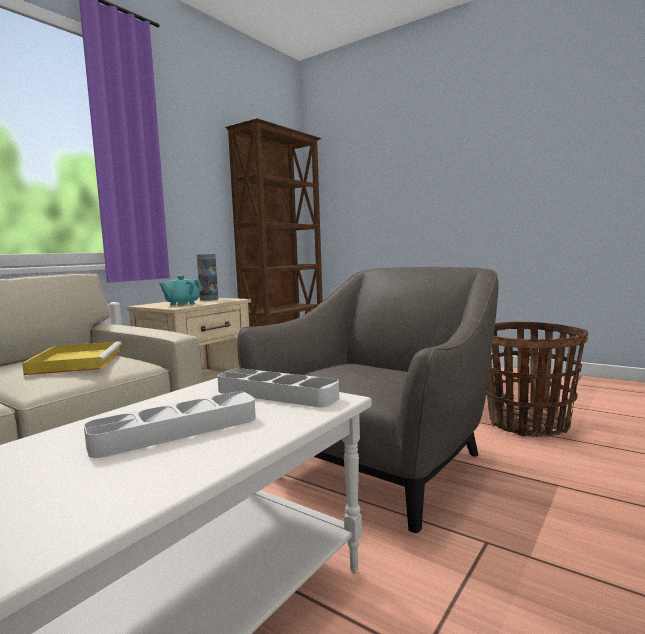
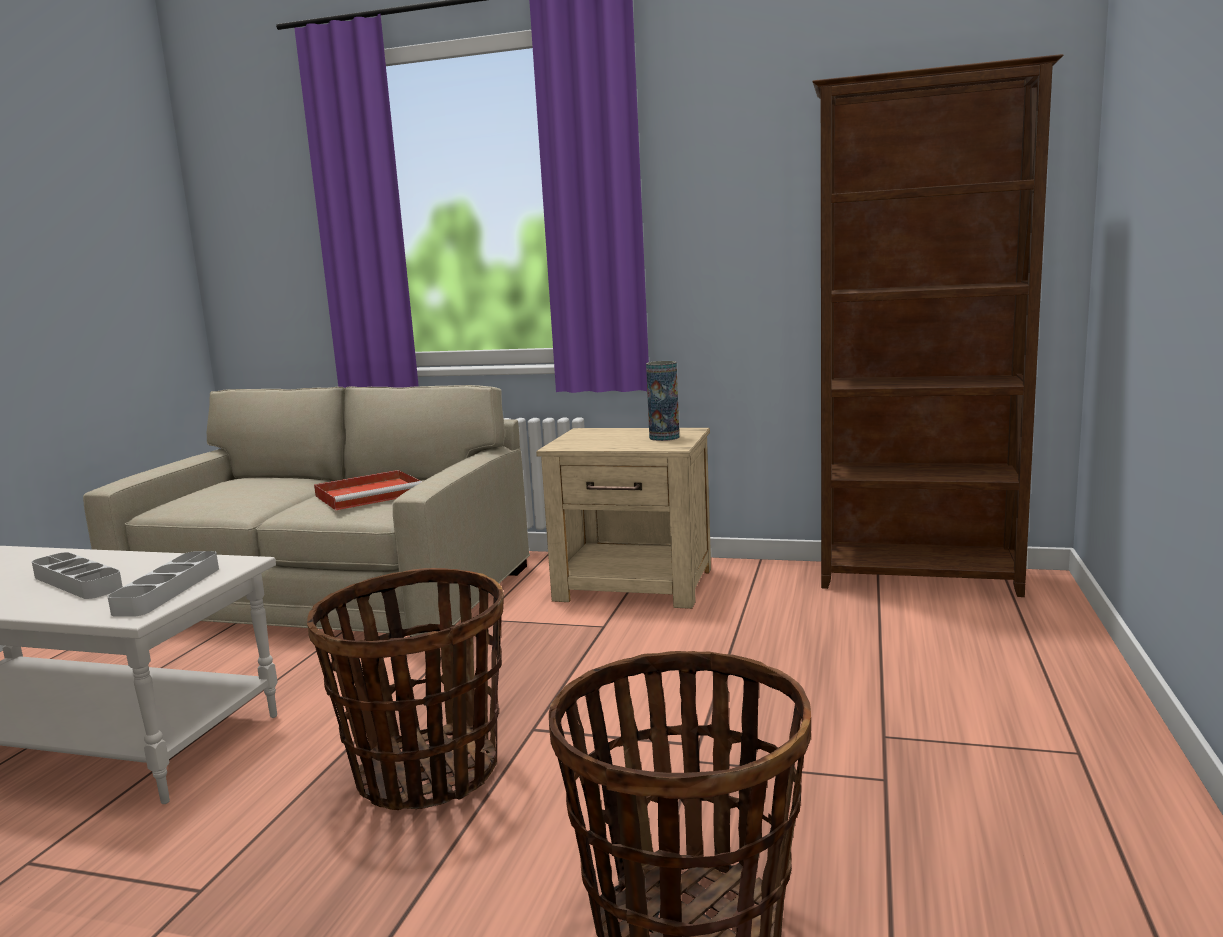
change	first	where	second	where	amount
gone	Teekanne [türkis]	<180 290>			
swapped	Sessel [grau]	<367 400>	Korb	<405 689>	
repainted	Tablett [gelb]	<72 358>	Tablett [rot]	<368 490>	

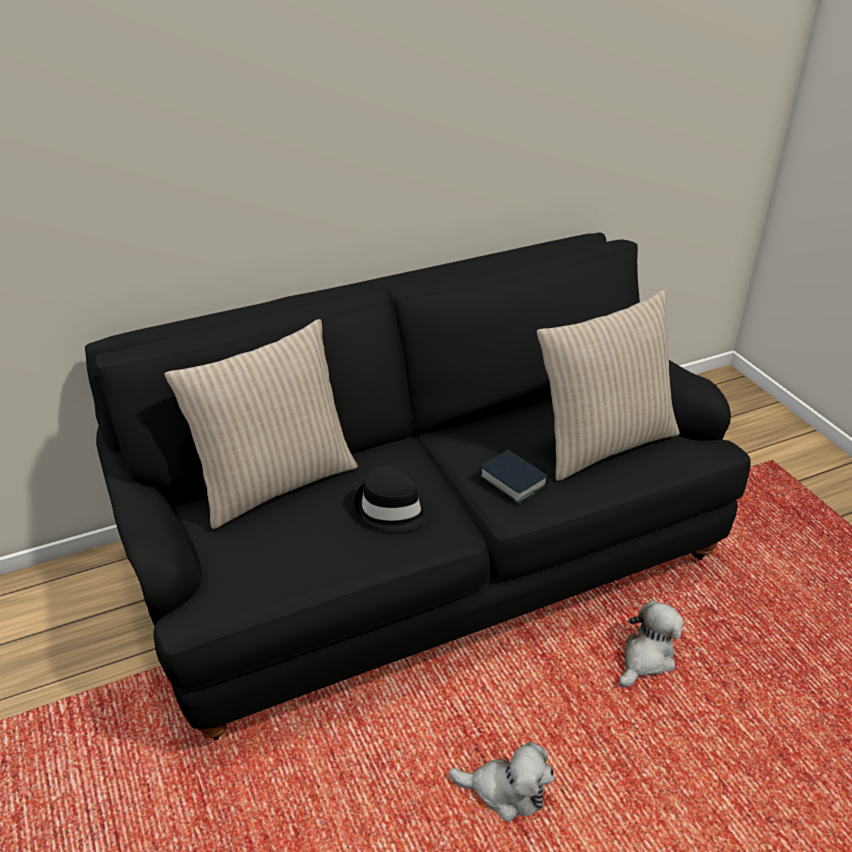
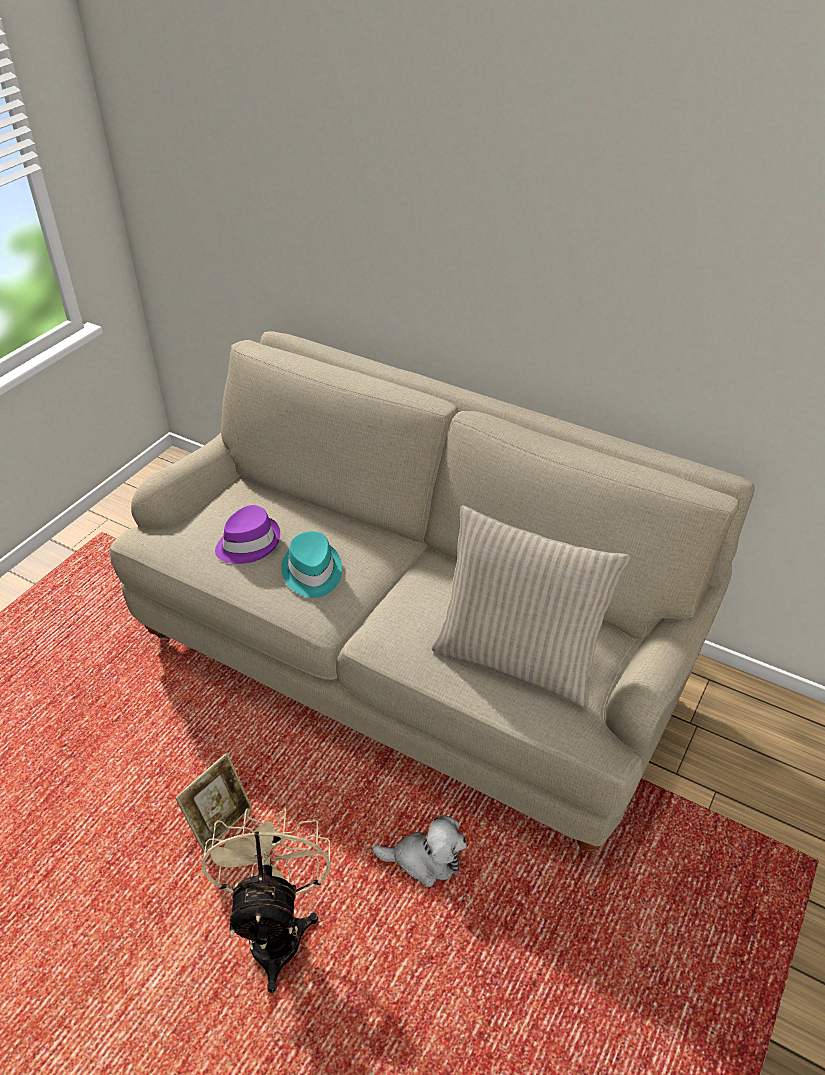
change	first	where	second	where	amount
gone	Kissen [beige]	<261 424>			
gone	Buch	<514 477>			
new			Ventilator [beige]	<266 900>	
new			Hut [lila]	<247 534>	
swapped	Plüschtier	<501 781>	Bilderrahmen	<213 802>	
repainted	Sofa [schwarz]	<418 486>	Sofa [beige]	<432 591>	
repainted	Hut [schwarz]	<392 498>	Hut [türkis]	<311 564>	

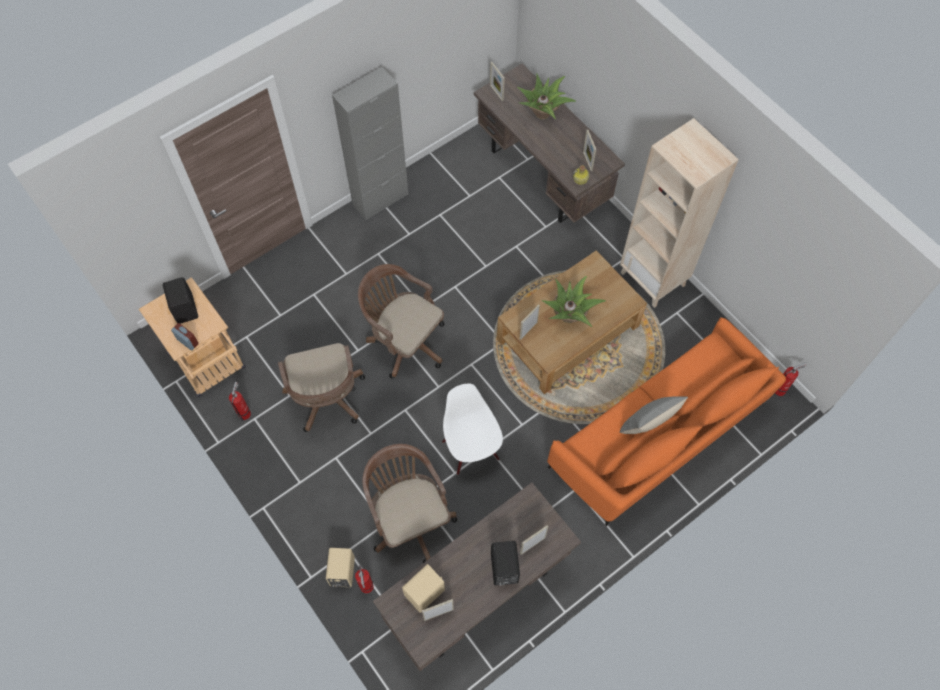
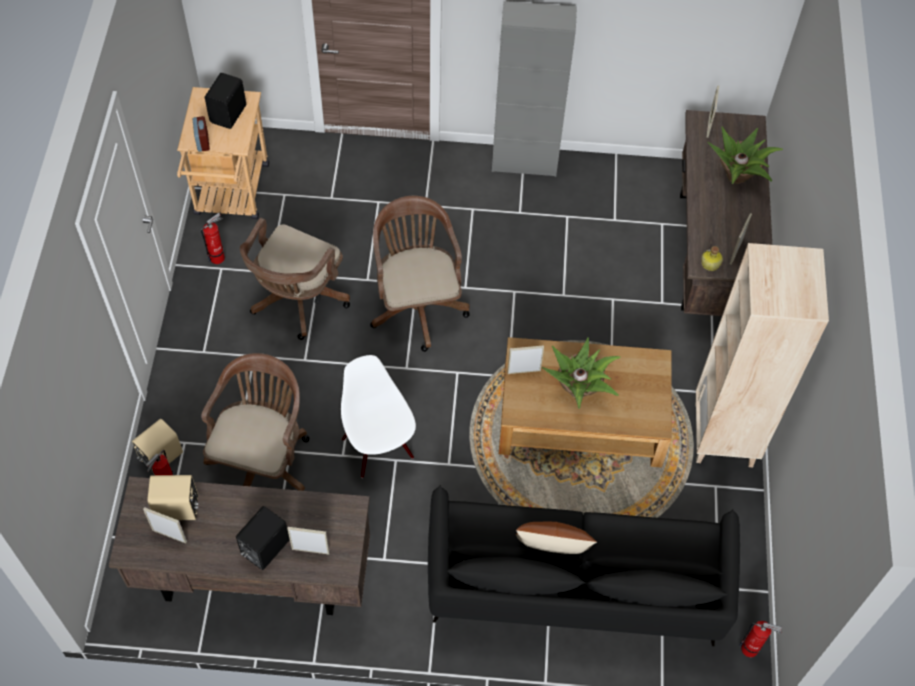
change	first	where	second	where	amount
repainted	Sofa [orange]	<666 421>	Sofa [schwarz]	<584 565>	
repainted	Kissen [grau]	<654 415>	Kissen [braun]	<556 538>	
rotated	Stuhl [weiß]	<472 429>		<378 416>	45 degrees counterclockwise

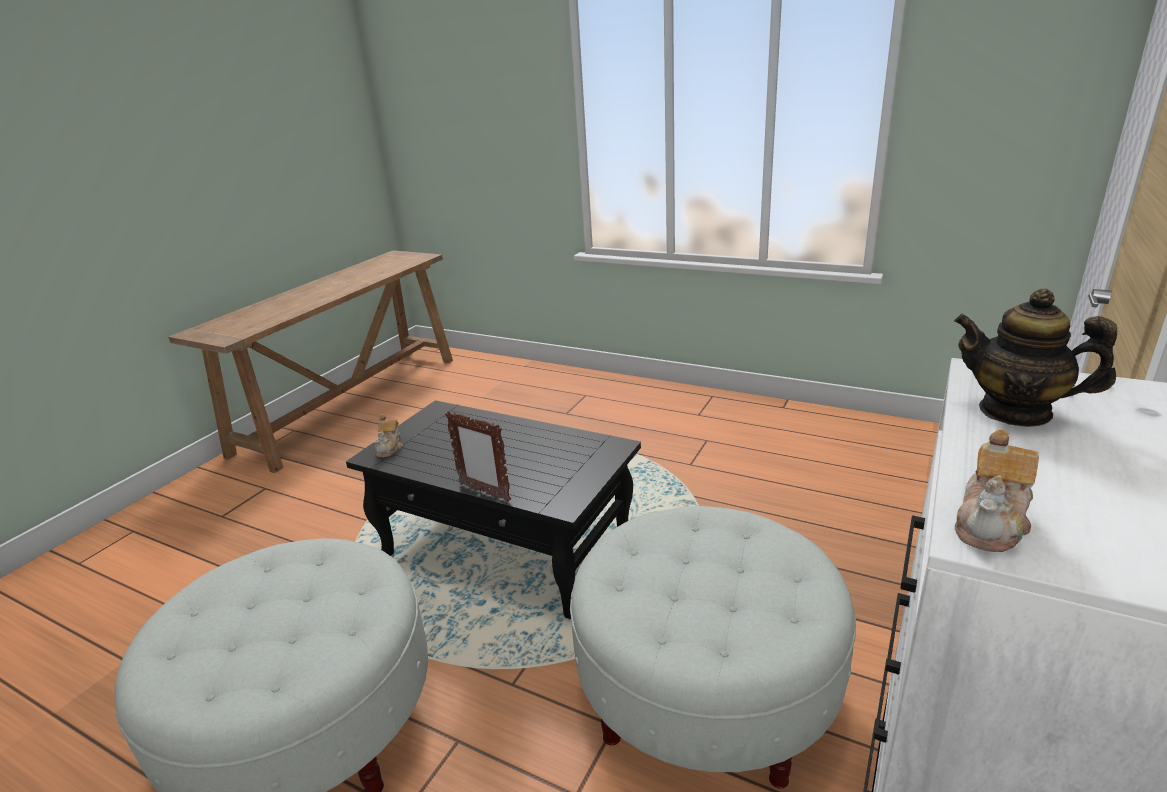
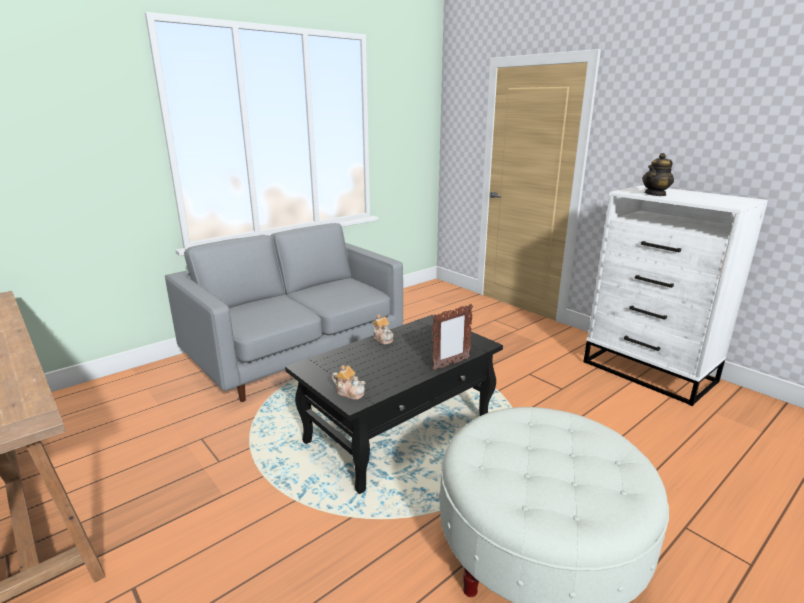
change	first	where	second	where	amount
gone	Polsterhocker [weiß]	<713 647>			
new			Sofa [grau]	<284 312>	
shifted	Teekanne	<997 491>		<383 329>	

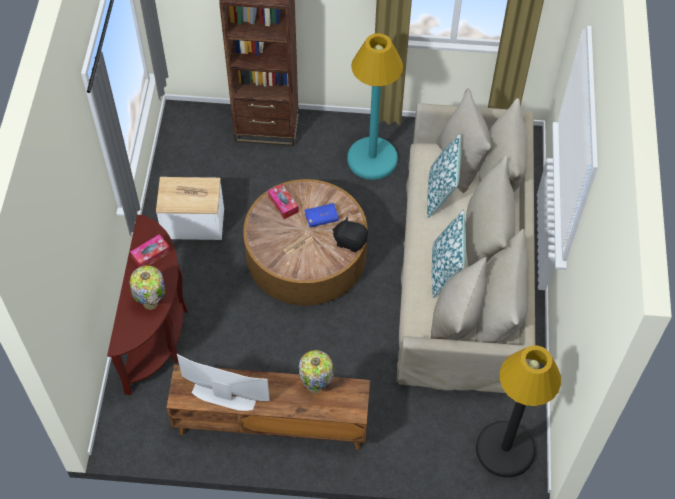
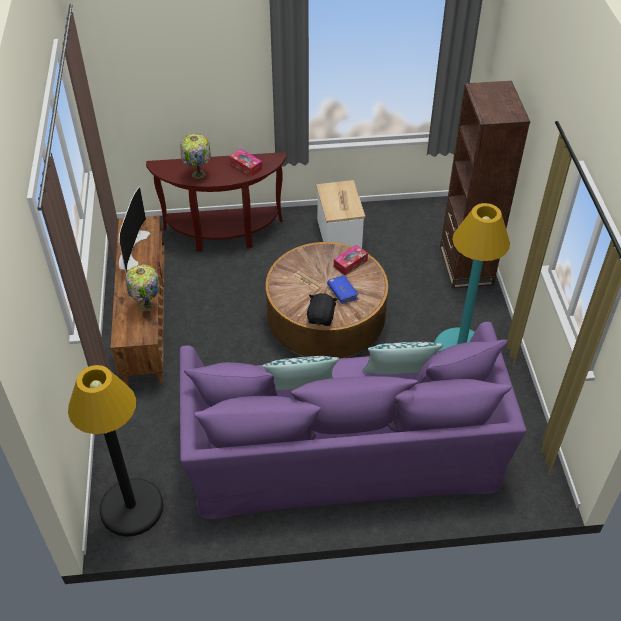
change	first	where	second	where	amount
repainted	Sofa [beige]	<465 240>	Sofa [lila]	<353 420>	

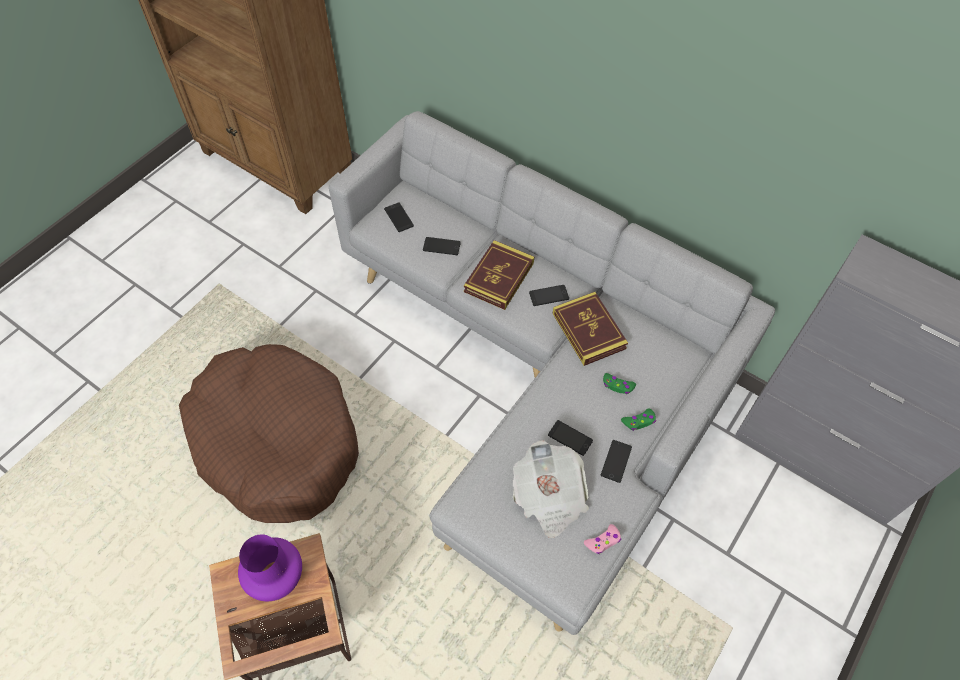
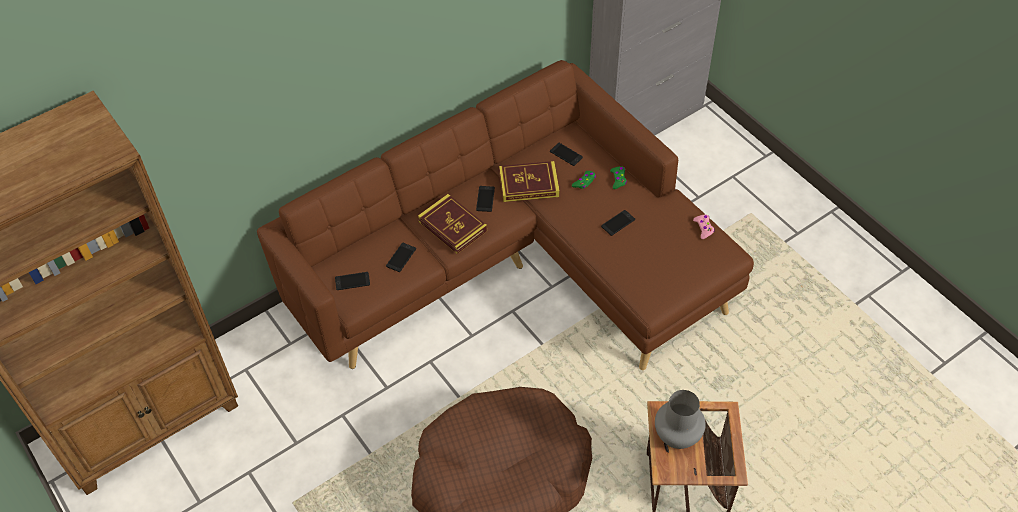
change	first	where	second	where	amount
gone	Zeitung	<551 489>			
shifted	Handy	<616 461>		<566 154>	
repainted	Vase [lila]	<270 567>	Vase [grau]	<680 419>	
repainted	Sofa [grau]	<552 373>	Sofa [braun]	<505 215>	

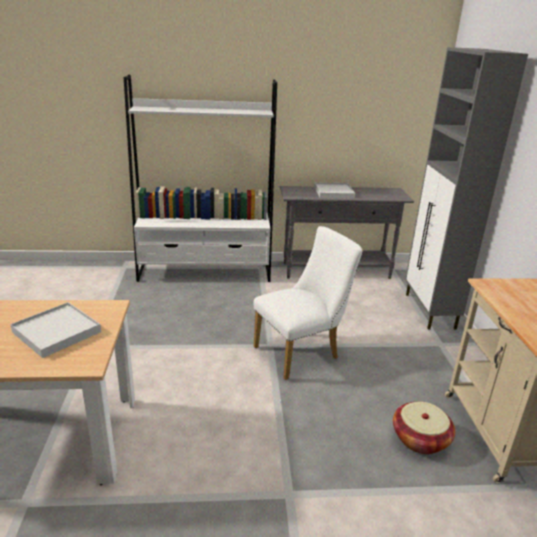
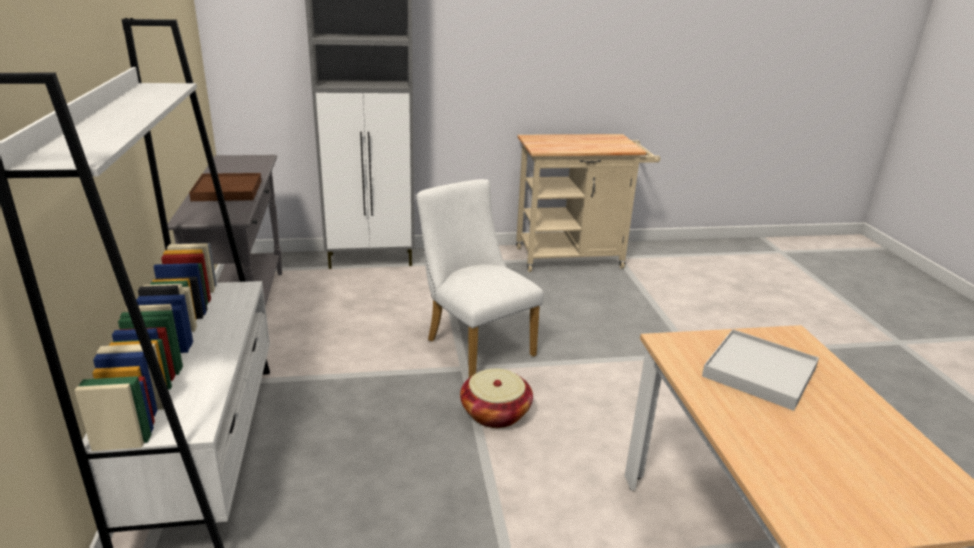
change	first	where	second	where	amount
shifted	Korb	<424 428>		<496 398>	
repainted	Tablett [weiß]	<334 190>	Tablett [braun]	<225 187>	

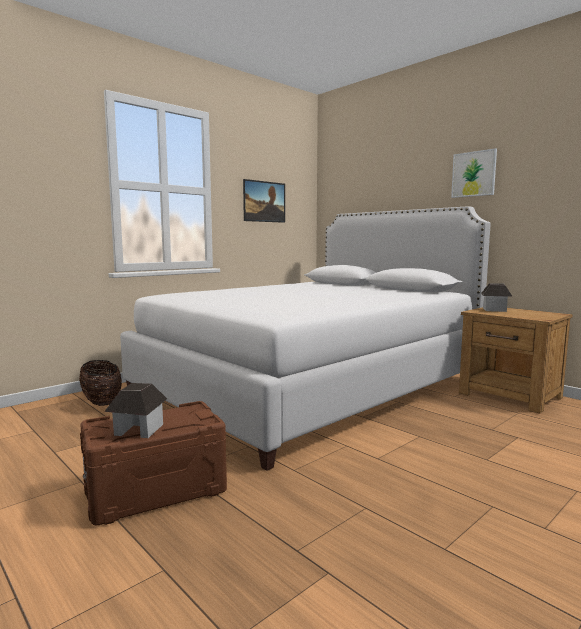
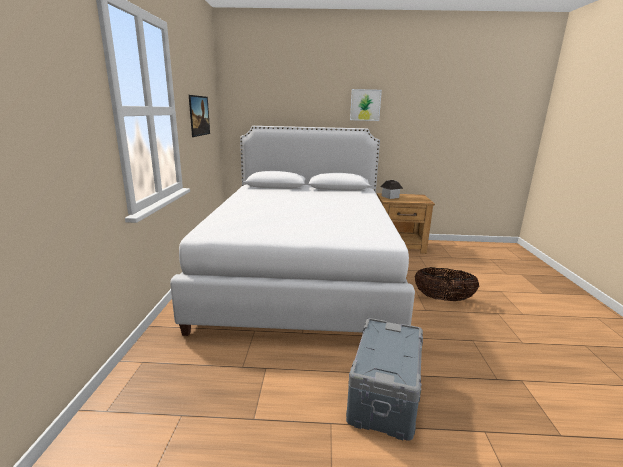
change	first	where	second	where	amount
gone	Spielzeughaus	<135 410>			
shifted	Korb	<100 383>		<447 284>	
repainted	Aufbewahrungsbox [braun]	<153 463>	Aufbewahrungsbox [grau]	<384 379>	

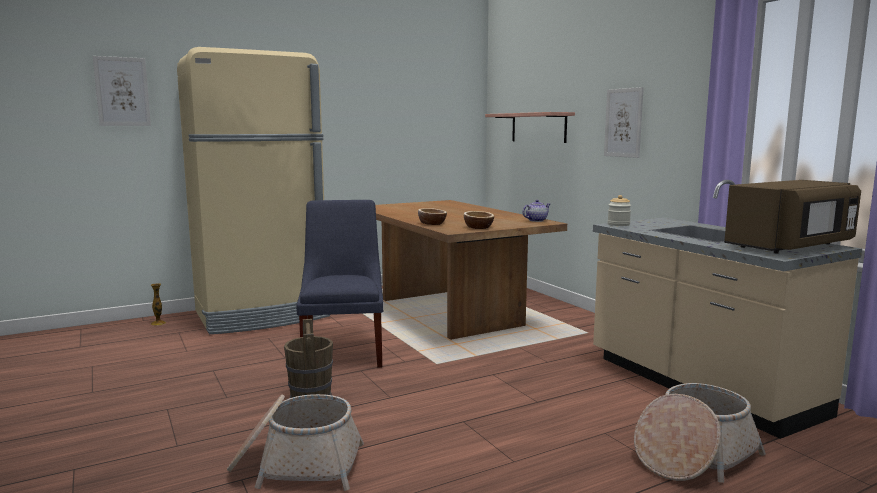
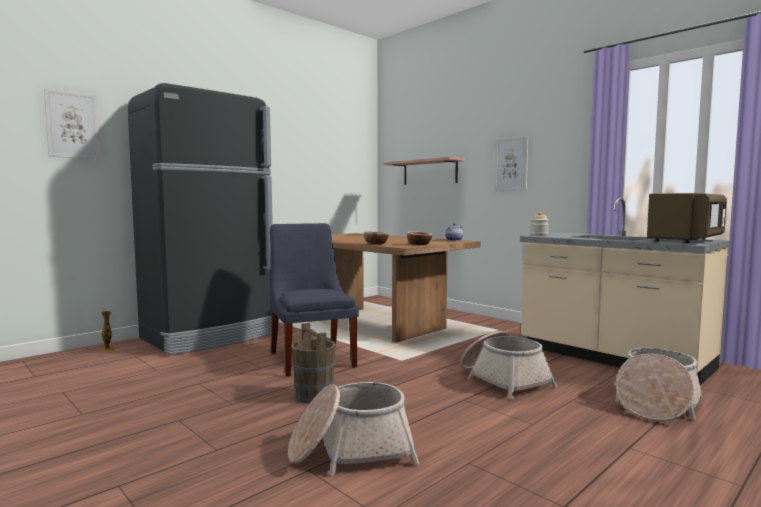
change	first	where	second	where	amount
new			Korb	<509 365>	
repainted	Kühlschrank [beige]	<253 190>	Kühlschrank [schwarz]	<200 219>	

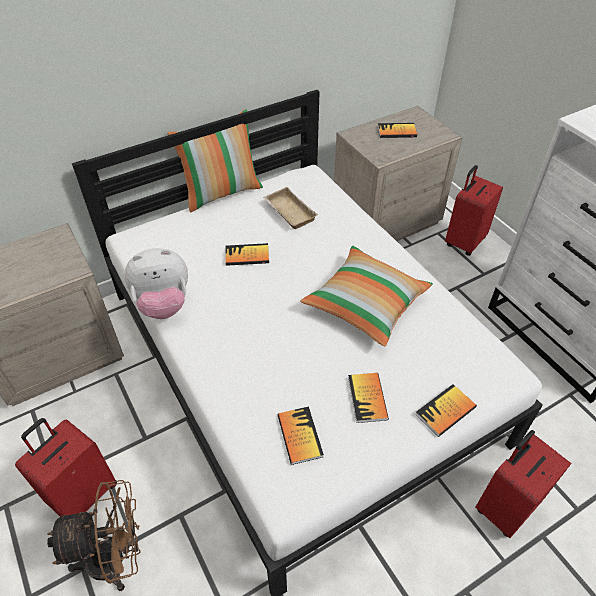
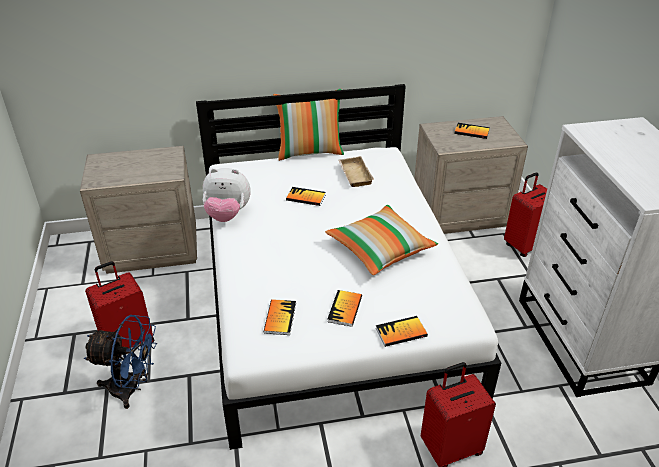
change	first	where	second	where	amount
repainted	Ventilator [braun]	<93 535>	Ventilator [blau]	<120 362>	

